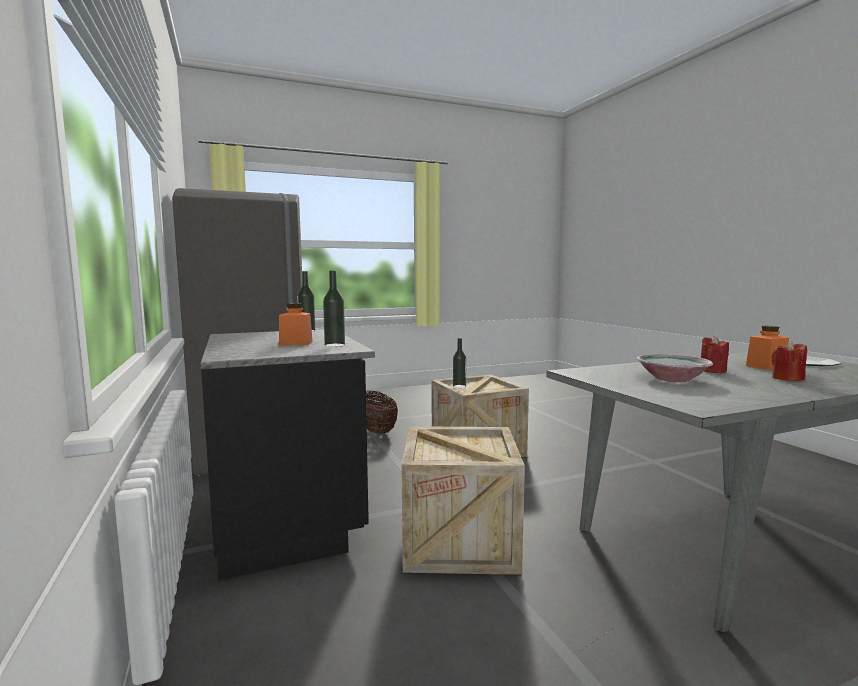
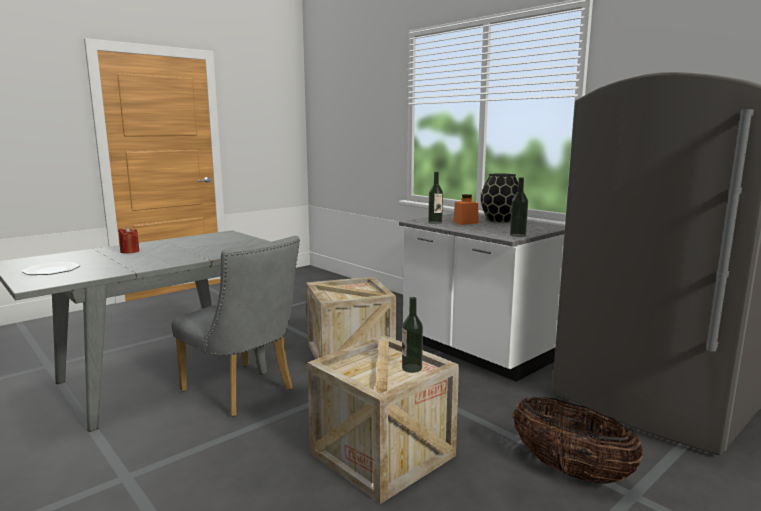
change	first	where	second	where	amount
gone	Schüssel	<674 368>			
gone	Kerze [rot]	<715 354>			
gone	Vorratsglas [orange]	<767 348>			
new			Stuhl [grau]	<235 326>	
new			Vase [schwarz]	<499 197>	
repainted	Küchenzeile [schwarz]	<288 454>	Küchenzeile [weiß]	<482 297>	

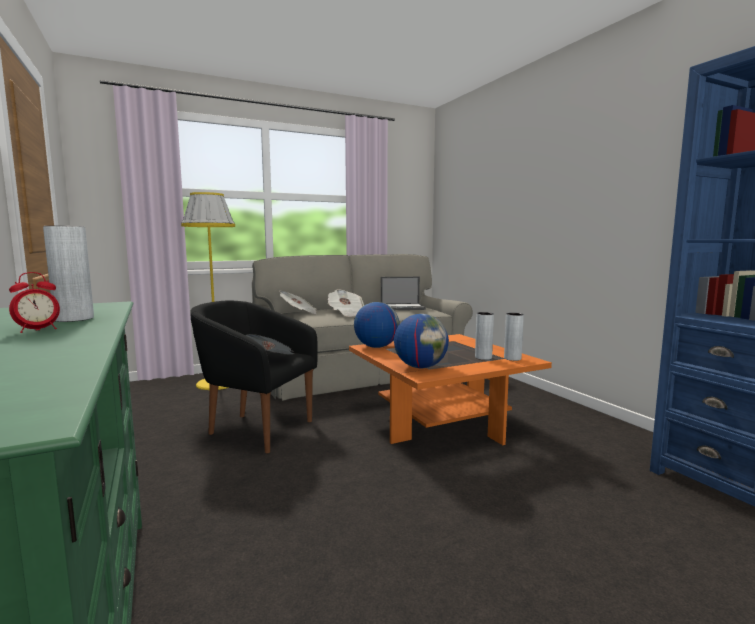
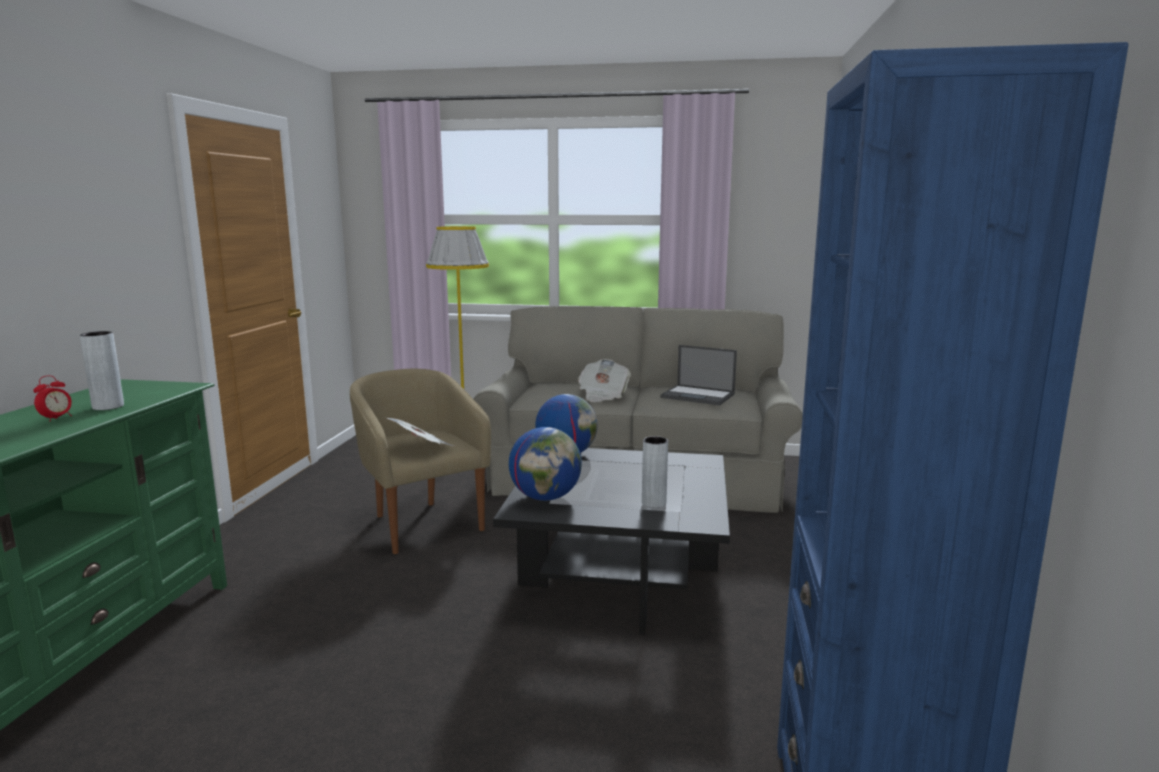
change	first	where	second	where	amount
gone	Zeitung	<298 302>			
gone	Vase [grau]	<514 337>			
repainted	Sessel [schwarz]	<254 377>	Sessel [beige]	<420 461>	
repainted	Couchtisch [orange]	<450 389>	Couchtisch [schwarz]	<611 541>	
rotated	Wecker	<34 302>		<52 398>	60 degrees counterclockwise

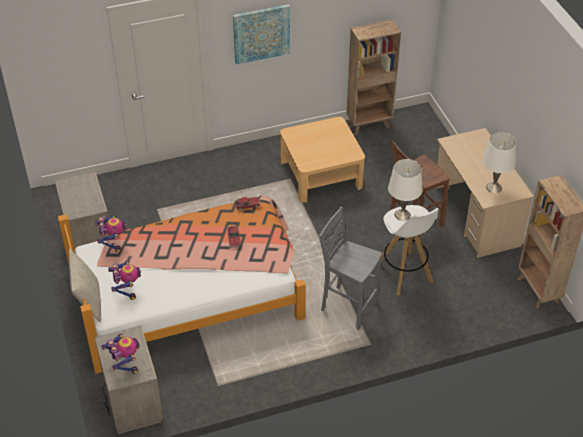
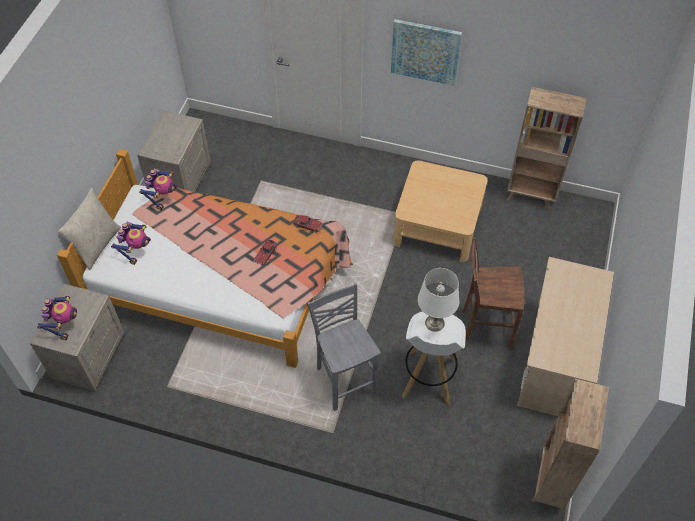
change	first	where	second	where	amount
gone	Tischlampe [weiß]	<499 162>			

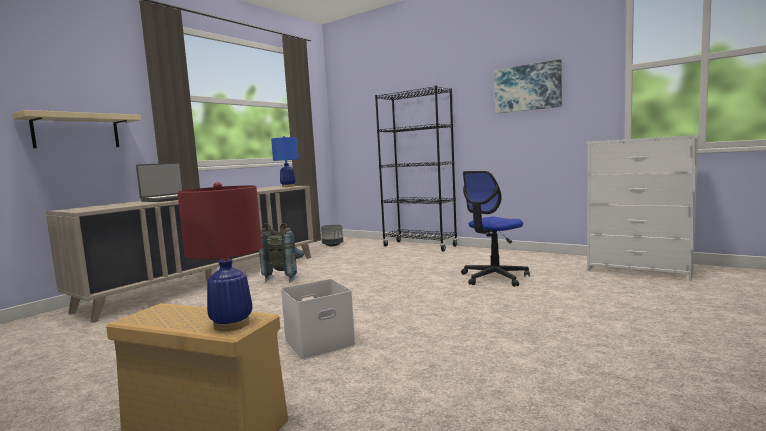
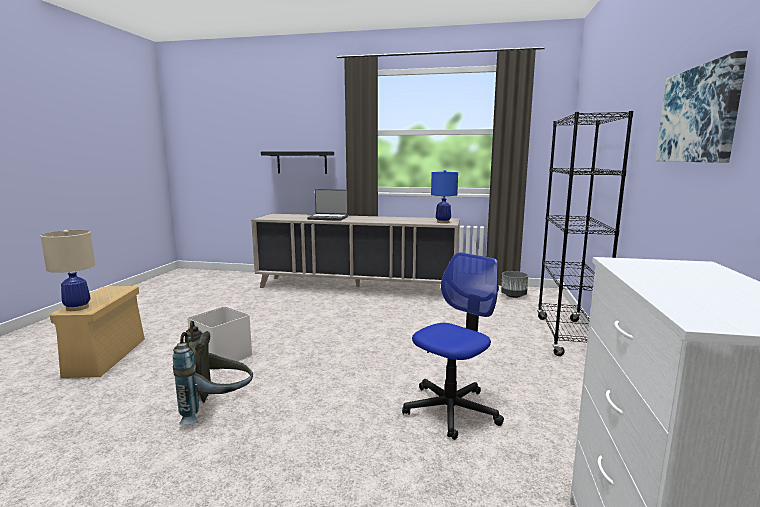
change	first	where	second	where	amount
shifted	Rucksack [grau]	<281 253>		<213 373>	
repainted	Wandregal [beige]	<76 129>	Wandregal [schwarz]	<297 162>	
repainted	Tischlampe [rot]	<219 256>	Tischlampe [beige]	<68 270>	
rotated	Bürostuhl	<495 229>		<453 346>	105 degrees clockwise

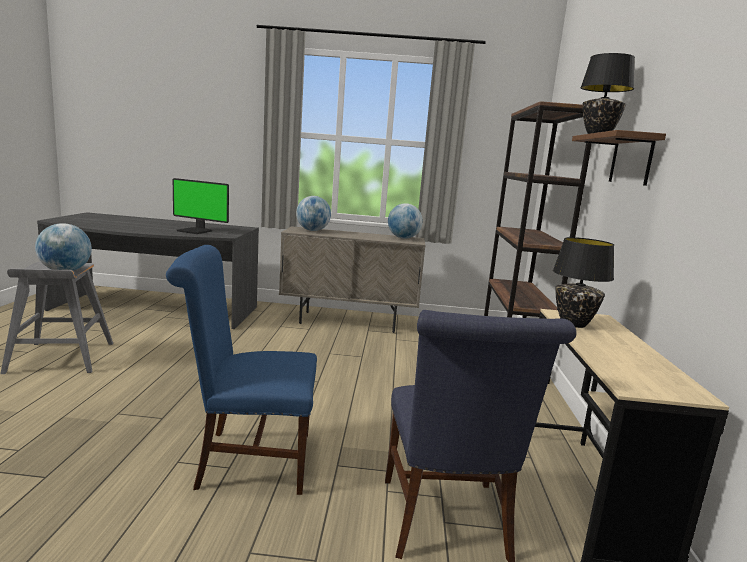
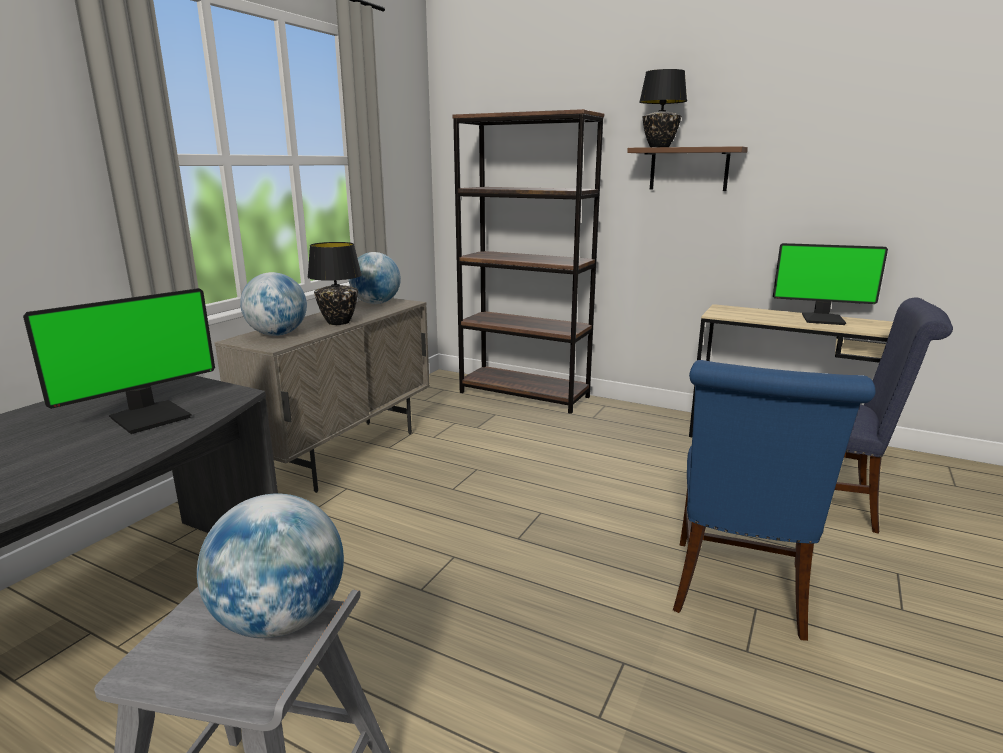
change	first	where	second	where	amount
new			Monitor	<830 284>	
shifted	Tischlampe [schwarz]	<583 282>		<334 283>	

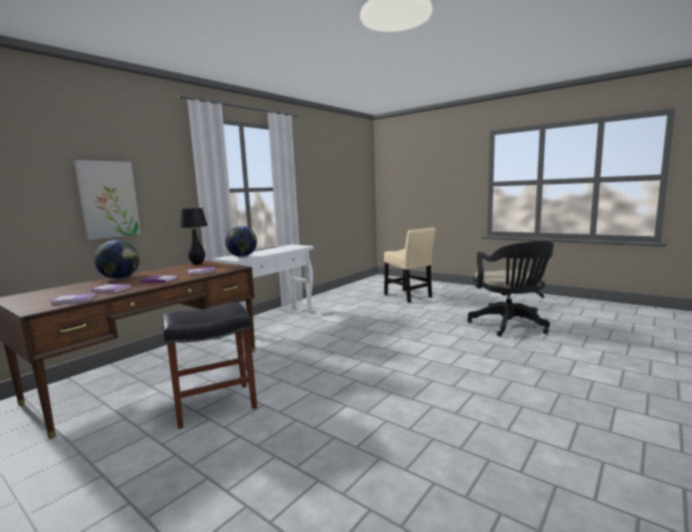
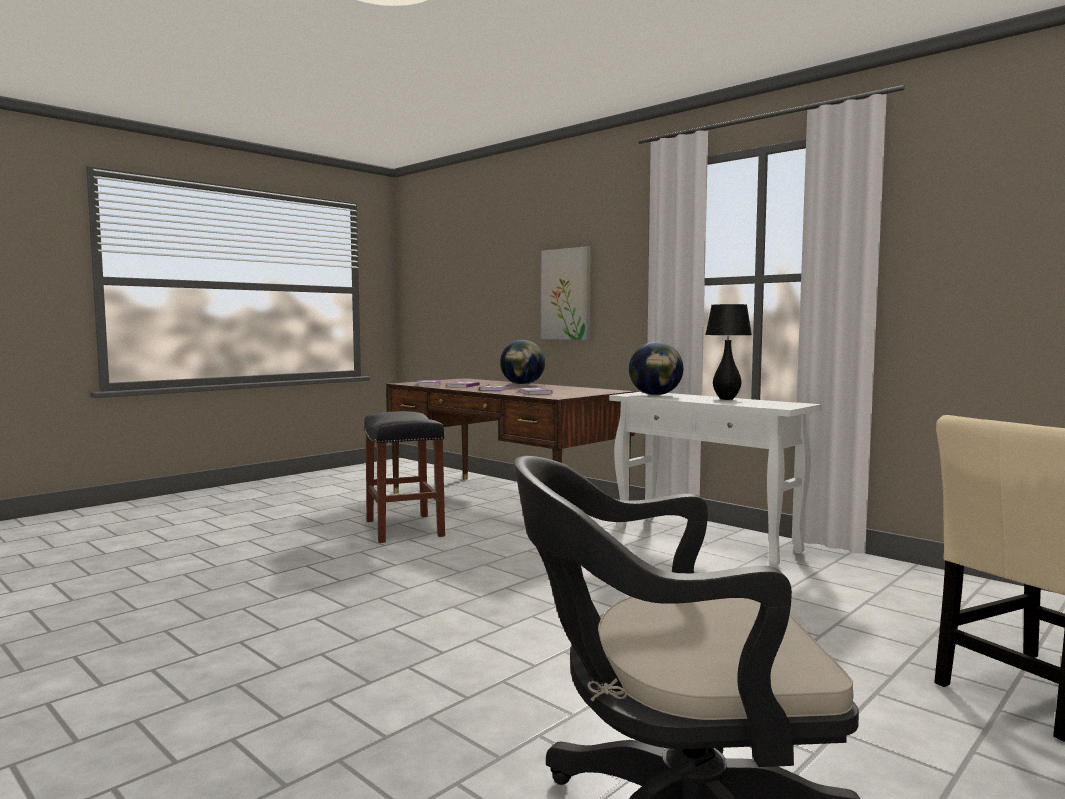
change	first	where	second	where	amount
shifted	Tischlampe [schwarz]	<193 236>		<728 352>	

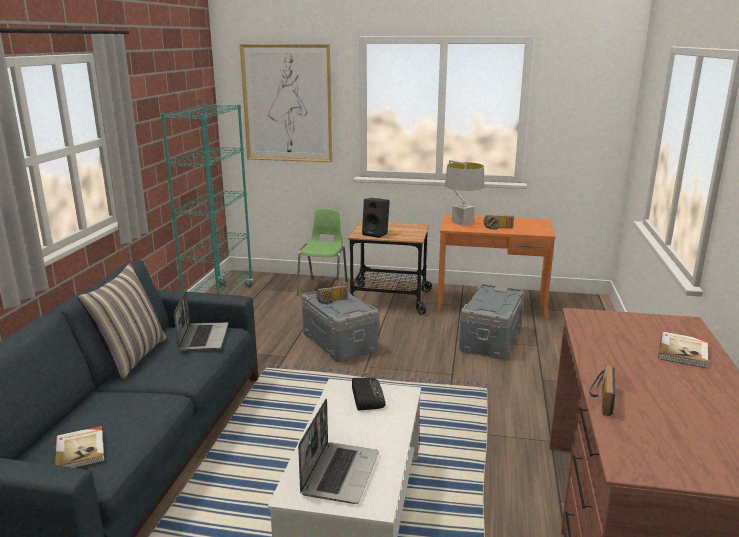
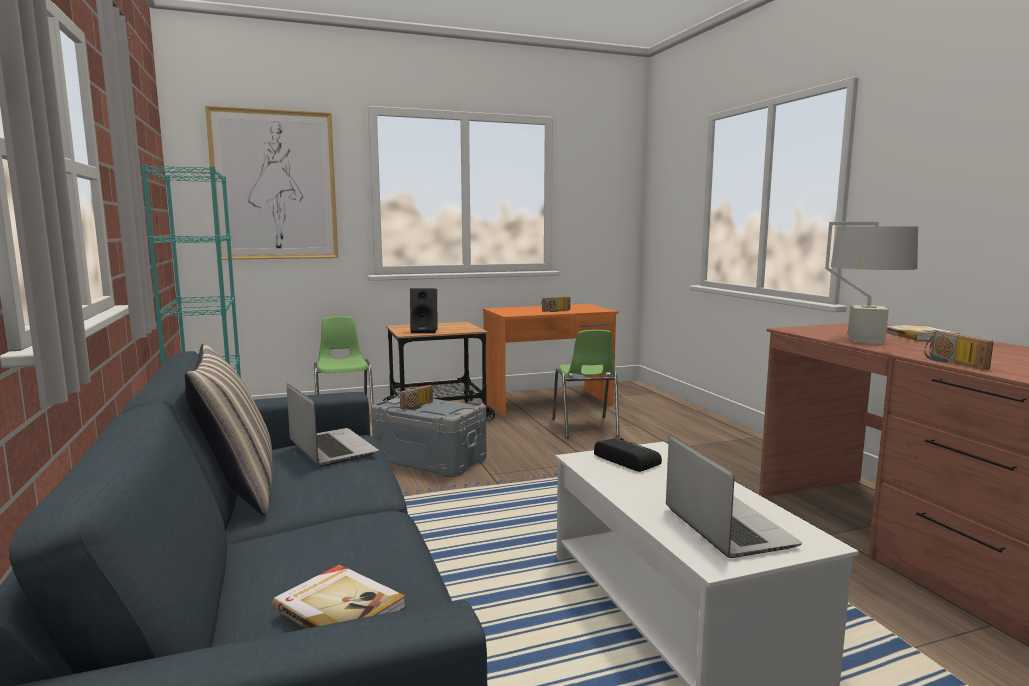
change	first	where	second	where	amount
shifted	Tischlampe [grau]	<464 193>		<871 283>	
swapped	Aufbewahrungsbox [grau]	<491 321>	Stuhl [grün]	<586 384>	

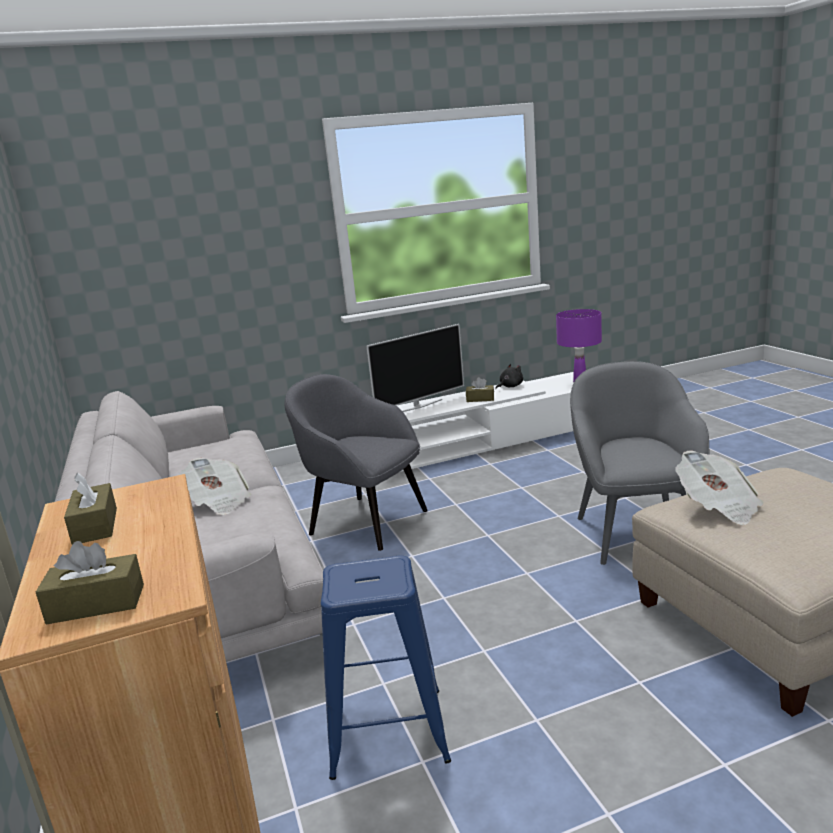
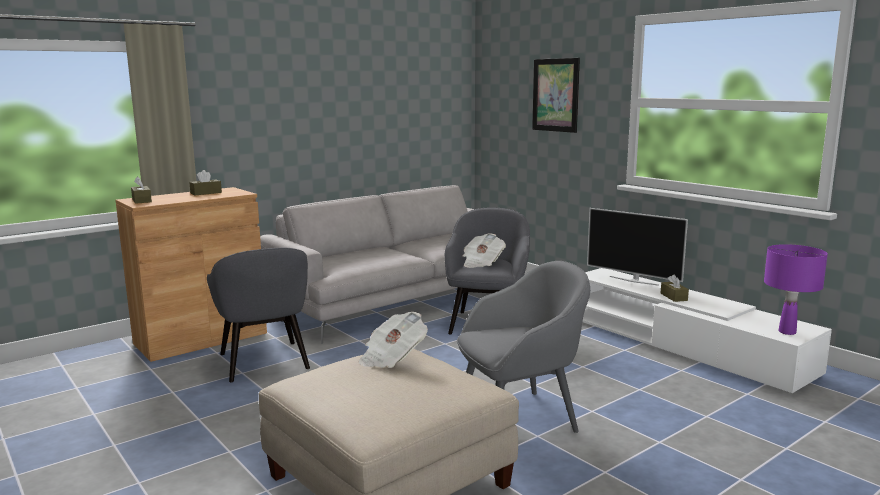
change	first	where	second	where	amount
gone	Plüschtier [schwarz]	<509 376>			
new			Bild	<556 95>	
shifted	Zeitung	<215 486>		<484 250>	
swapped	Hocker [blau]	<386 668>	Sessel [grau]	<258 315>	

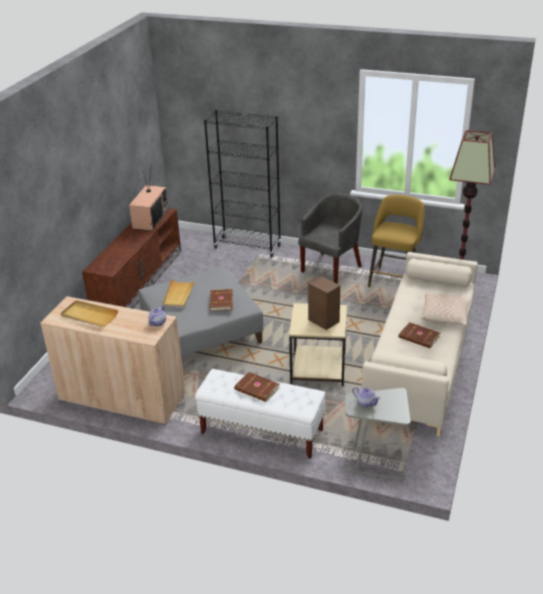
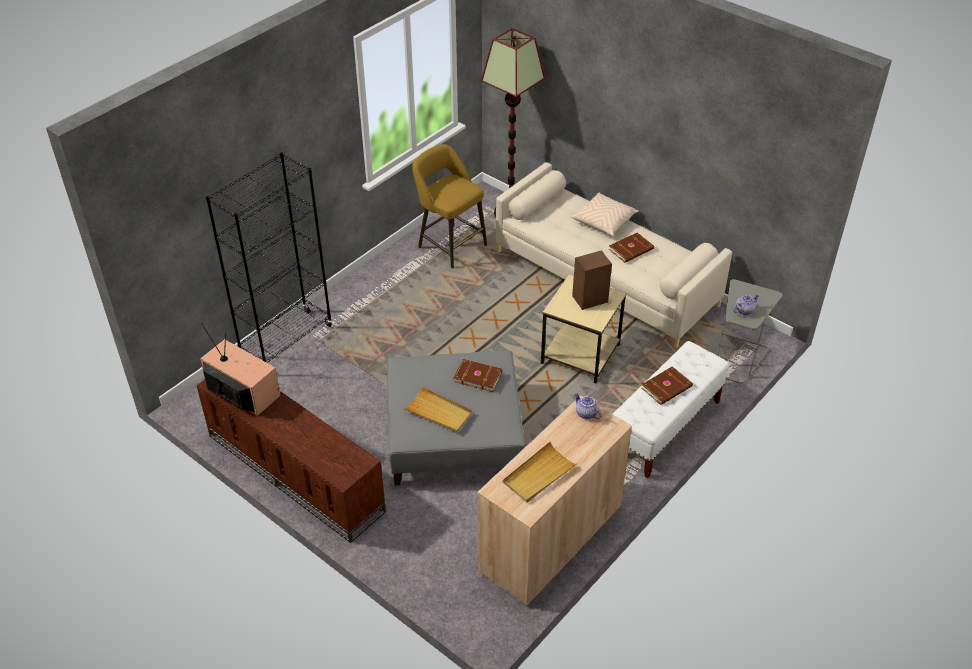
change	first	where	second	where	amount
gone	Sessel [grau]	<330 238>			

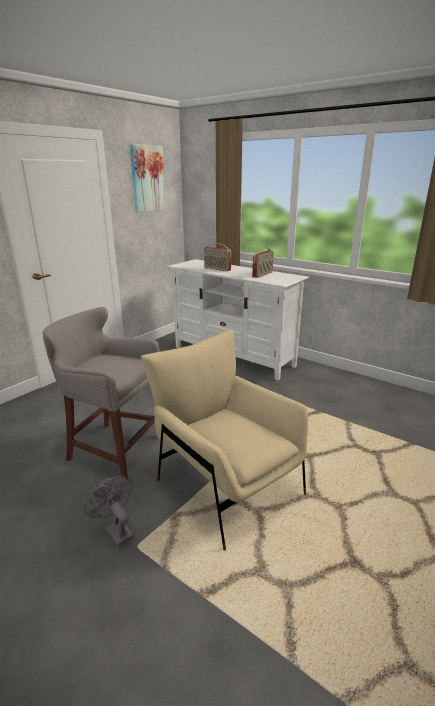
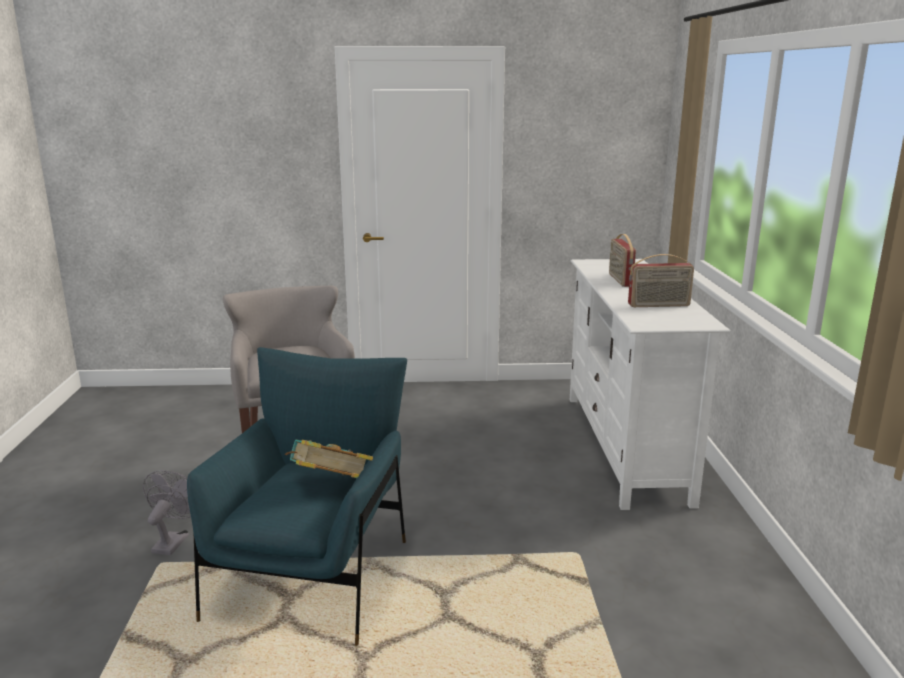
change	first	where	second	where	amount
gone	Bild	<148 178>			
new			Buch	<329 459>	
repainted	Sessel [beige]	<224 440>	Sessel [blau]	<297 496>	

